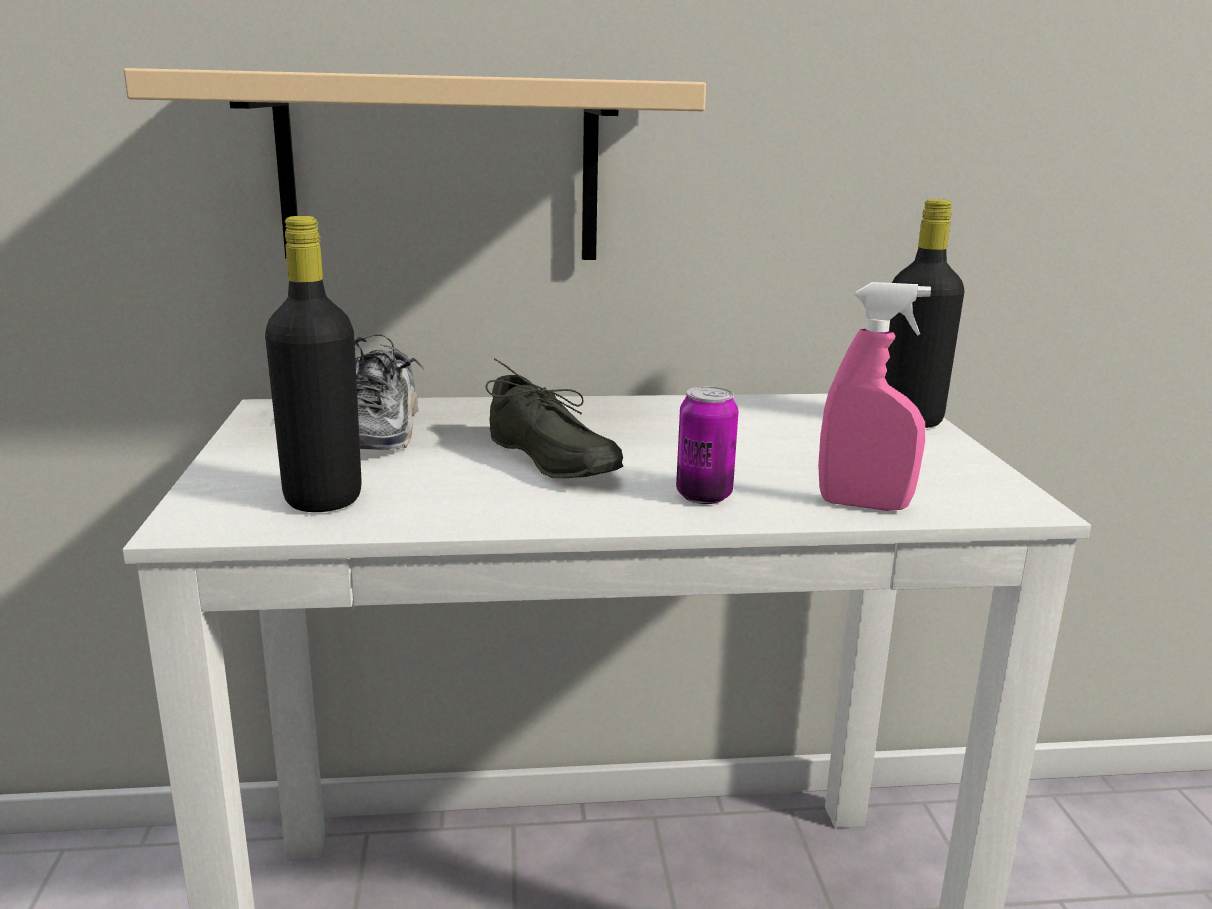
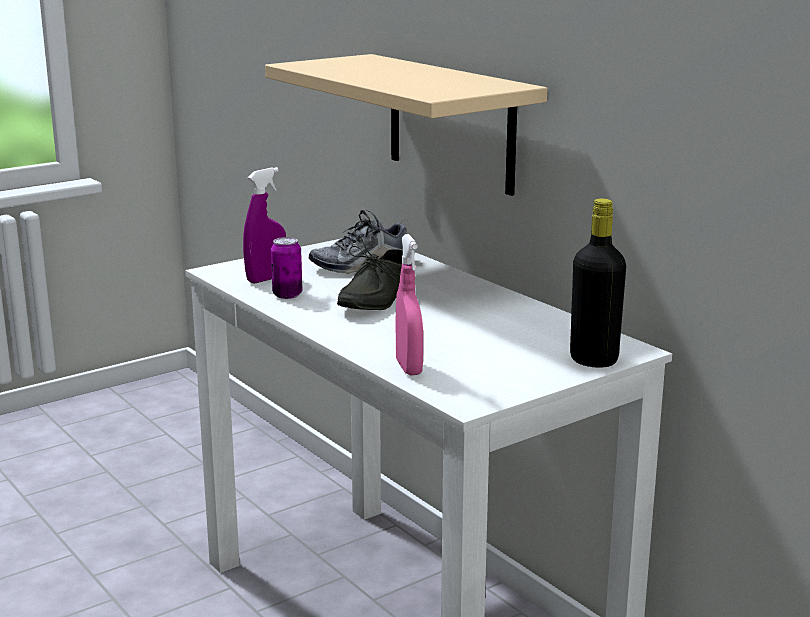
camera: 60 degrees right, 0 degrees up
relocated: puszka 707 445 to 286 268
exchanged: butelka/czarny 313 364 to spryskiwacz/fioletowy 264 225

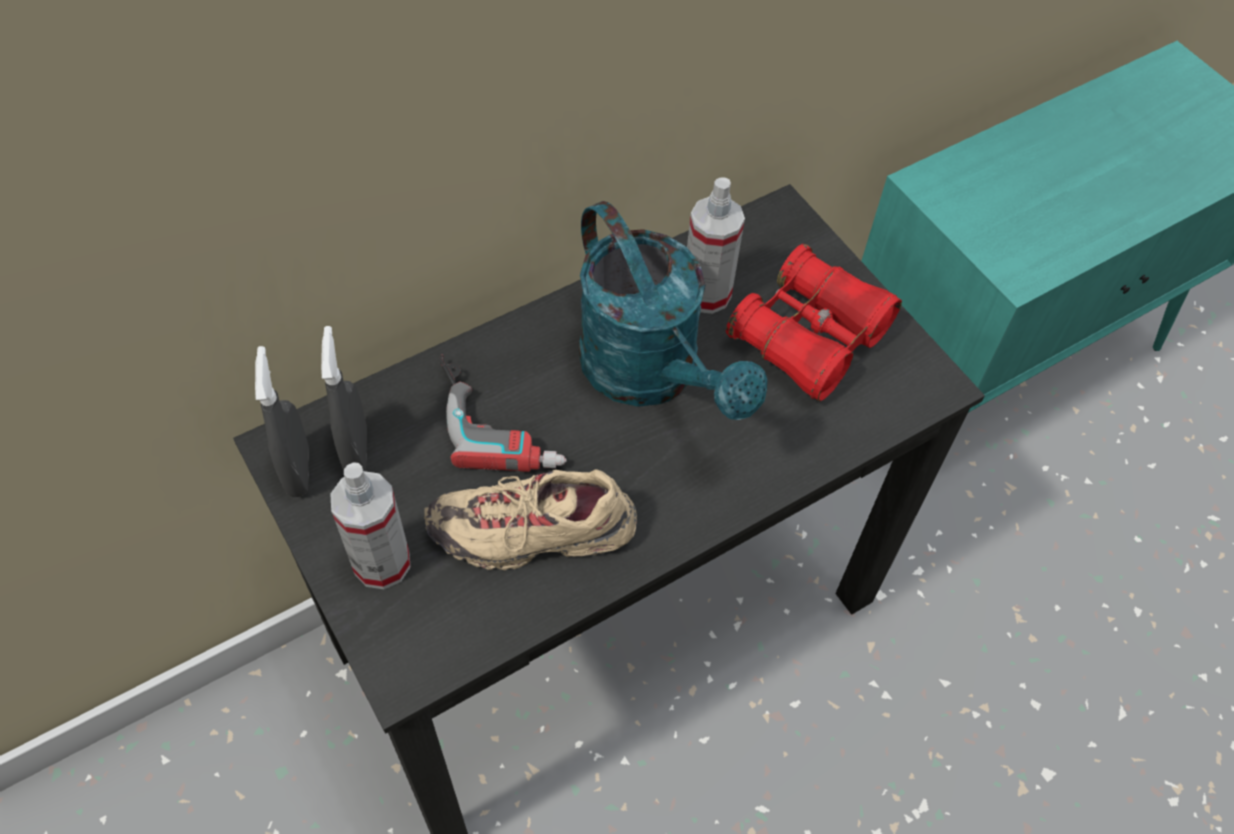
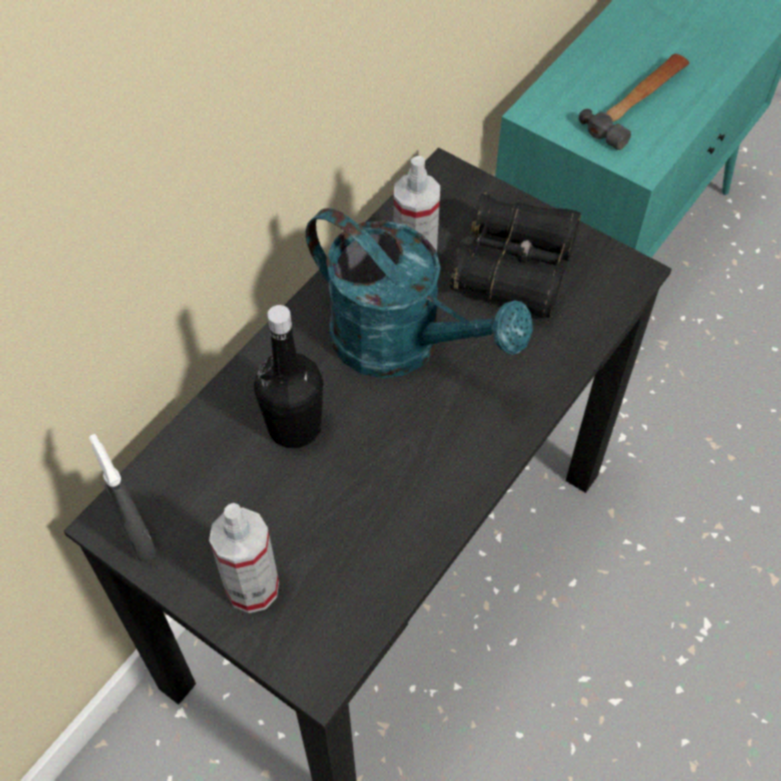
camera: 20 degrees left, 0 degrees up
missing: spryskiwacz/szary 344 398; but/beżowy 530 519
appeared: młotek 634 102
exchanged: wiertarka 503 413 to butelka/czarny 288 376
colour: lornetka/czerwony 814 322 to lornetka/czarny 515 255

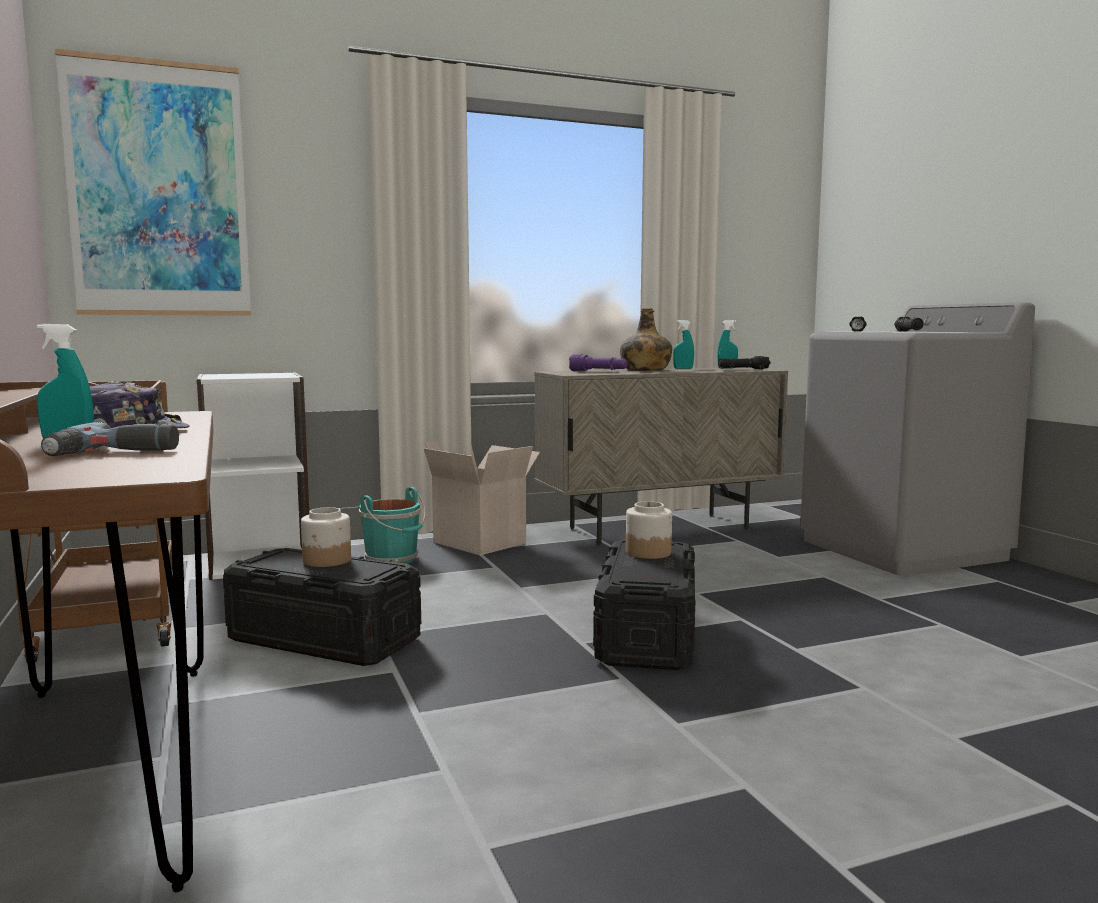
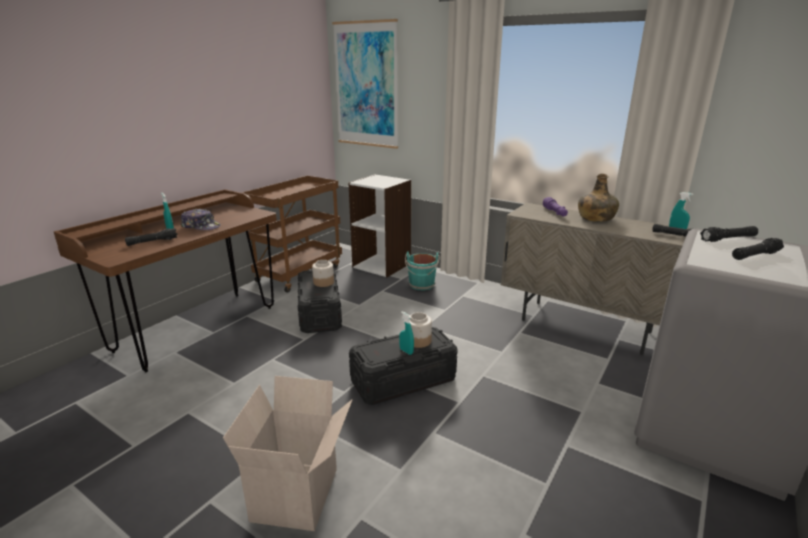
camera: 55 degrees right, 15 degrees up
relocated: karton 481 498 to 288 453; spryskiwacz/turkusowy 683 344 to 406 333
exchanged: wiertarka 110 439 to latarka/czarny 151 237

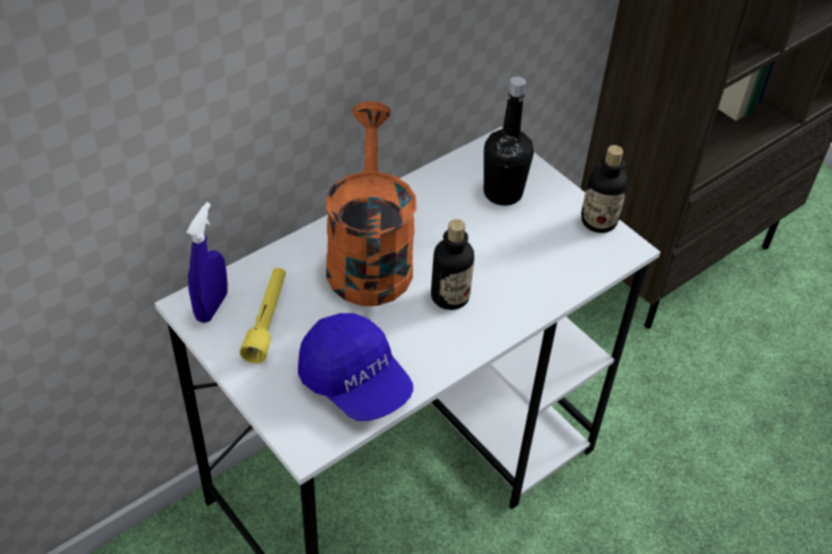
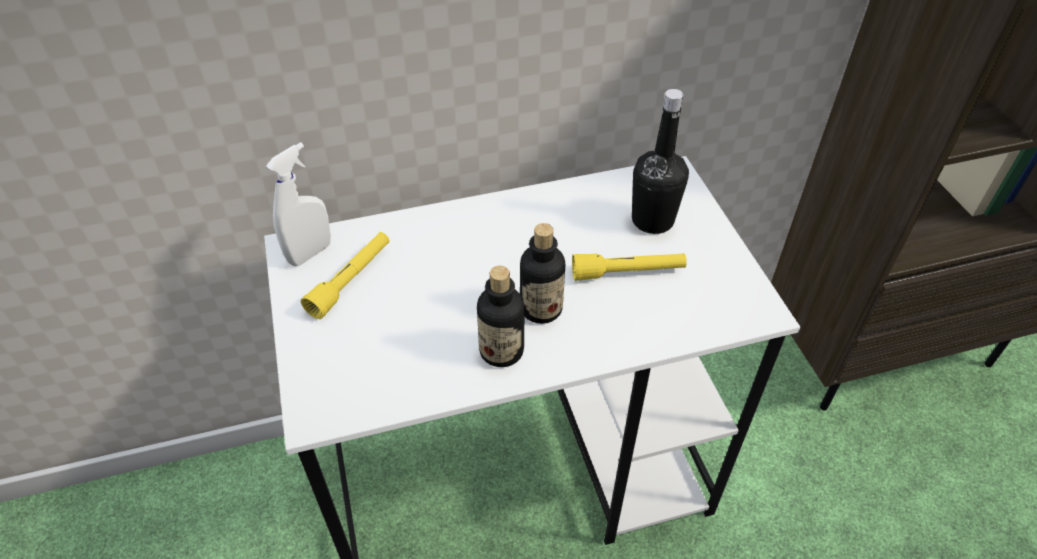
camera: 25 degrees right, 0 degrees up
missing: czapka z daszkiem/niebieski 355 367; konewka/pomarańczowy 371 203
appeared: latarka/żółty 629 267
relocated: butelka 604 189 to 500 316
colour: spryskiwacz/niebieski 207 262 to spryskiwacz/biały 298 204

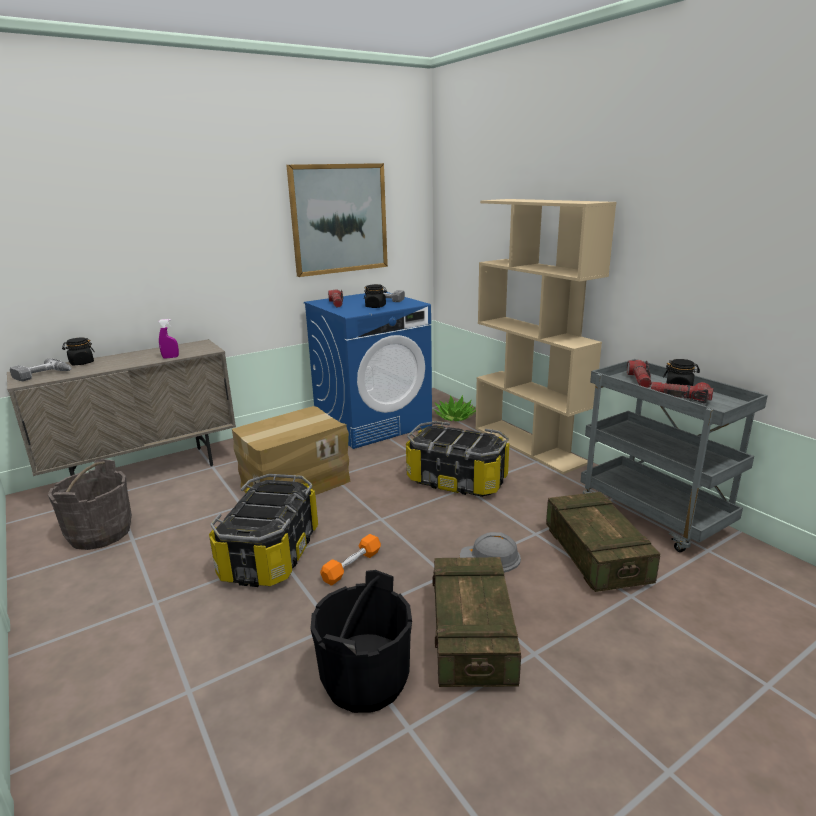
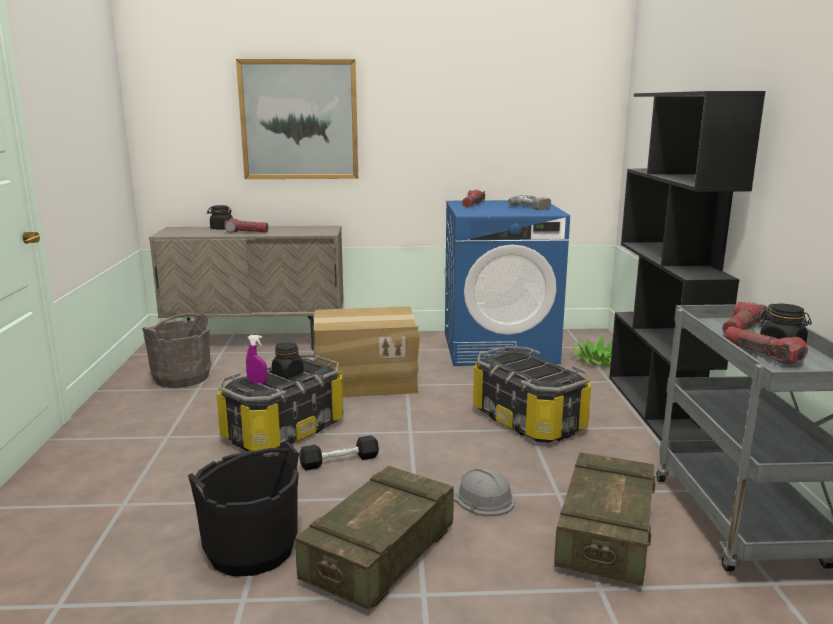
camera: 30 degrees right, 5 degrees down
missing: wiertarka 41 369
appeared: latarka 246 225
relocated: obraz 337 220 to 297 119; spryskiwacz/fioletowy 169 339 to 256 359; słoik/czarny 375 296 to 288 360
colour: hantel/pomarańczowy 350 560 to hantel/czarny 339 452; regał/beżowy 546 336 to regał/czarny 687 266

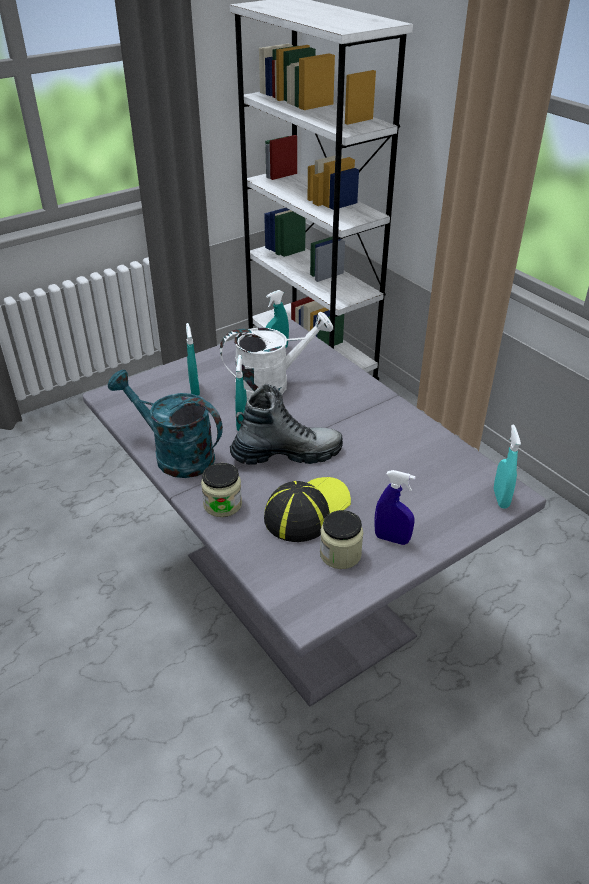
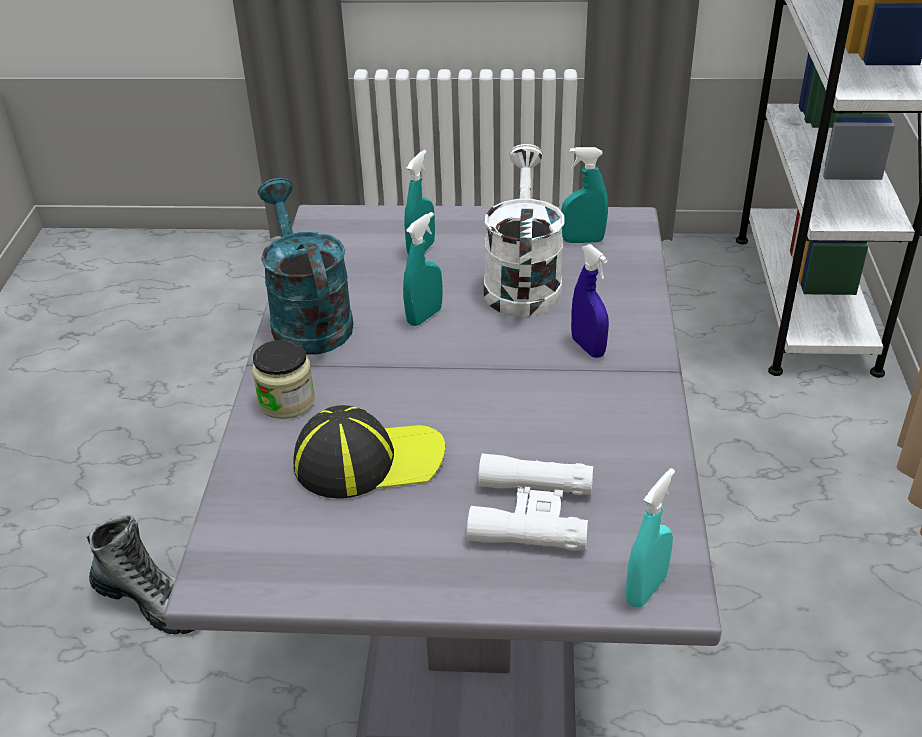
camera: 40 degrees right, 0 degrees up
missing: słoik 341 539
appeared: lornetka/biały 530 502
relocated: but z cholewką 286 424 to 140 575; spryskiwacz/niebieski 395 507 to 590 301
spun: konewka/biały 276 355 = 524 230 105 degrees counterclockwise

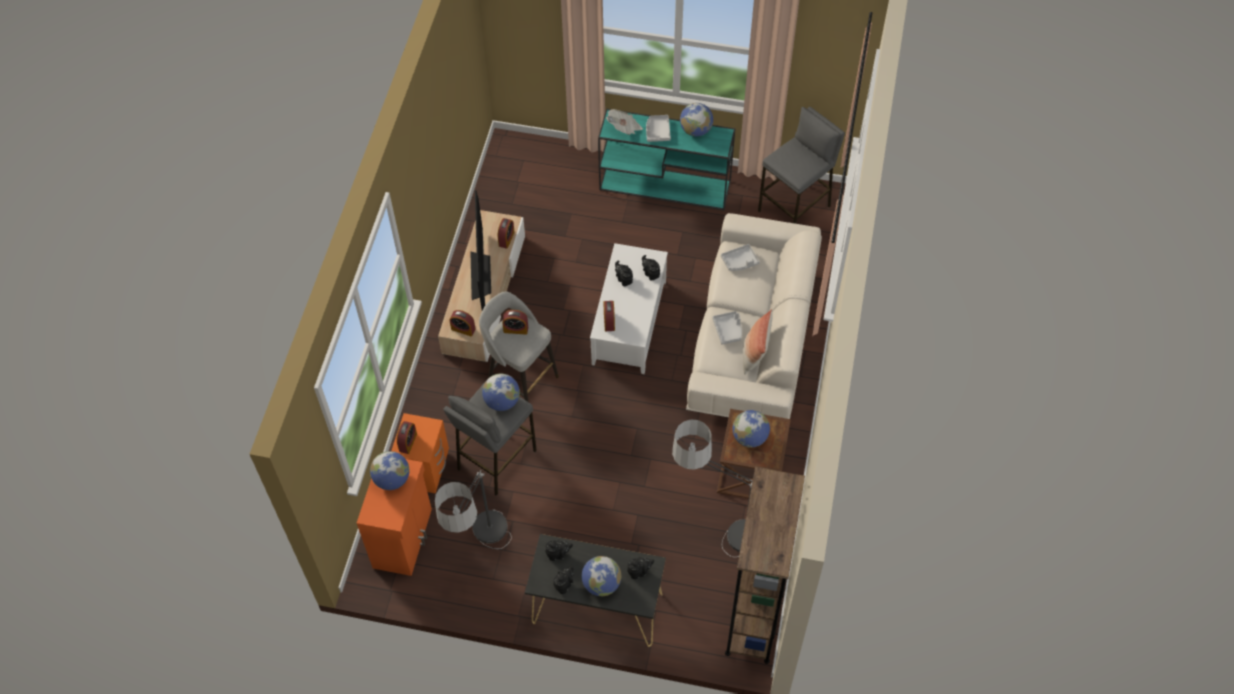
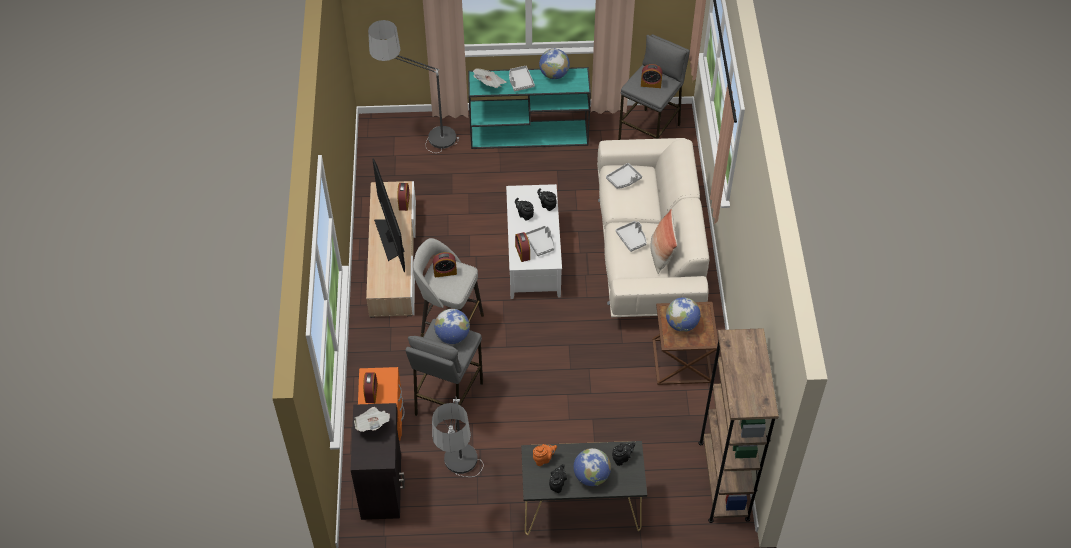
camera: 15 degrees left, 5 degrees down
appeared: taca/szary 540 241
relocated: lampa stojąca 712 488 to 413 86; budzik 463 323 to 651 76
exchanged: globus 389 470 to gazeta 372 419
colour: szafka/pomarańczowy 394 517 to szafka/czarny 378 461; imbryk/czarny 559 550 to imbryk/pomarańczowy 545 455

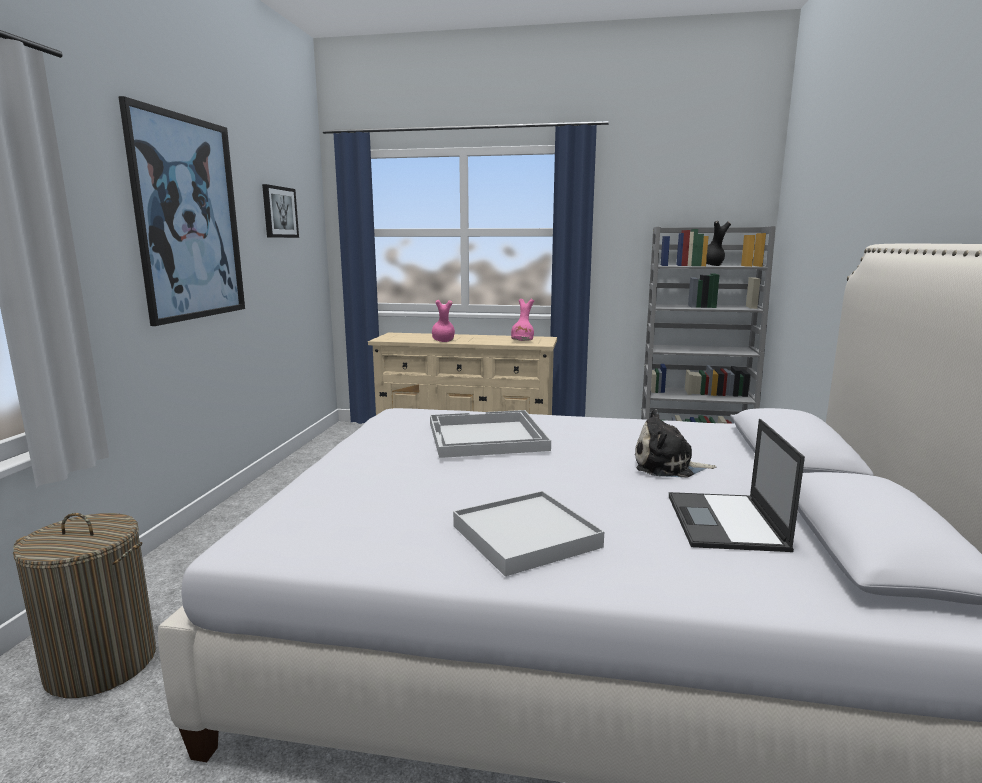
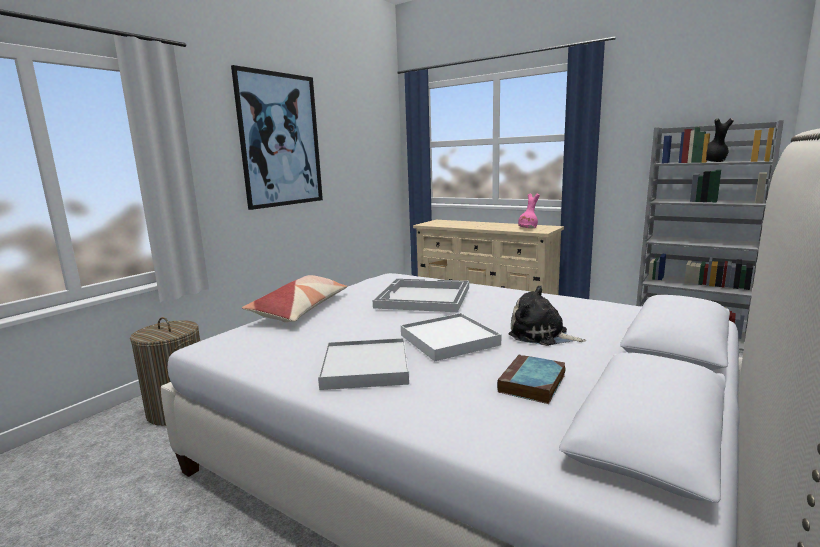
camera: 25 degrees right, 0 degrees up
missing: obraz 280 211; wazon/różowy 443 321
appeared: poduszka 294 298; taca/biały 451 337
exchanged: laptop 737 485 to książka 531 379

